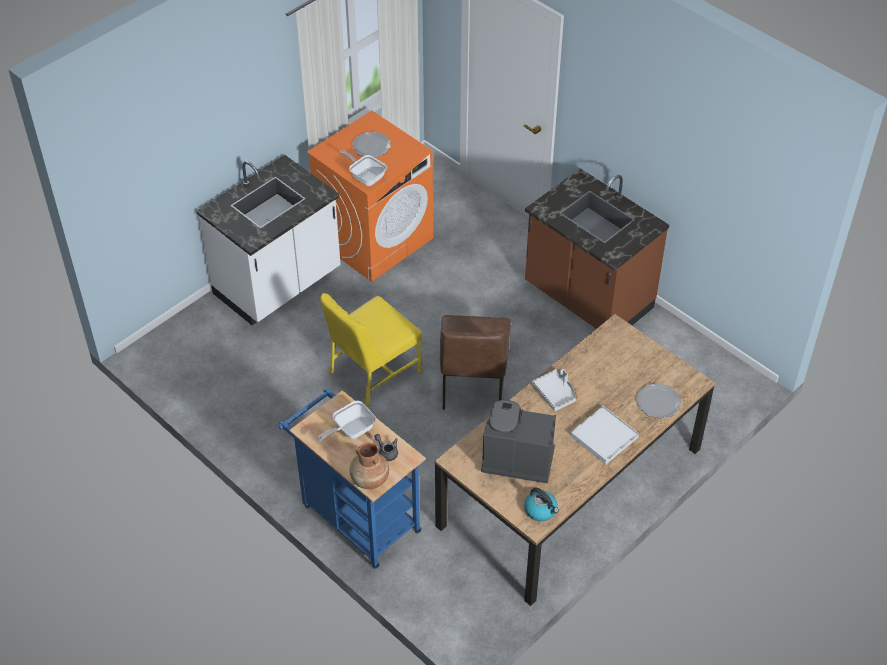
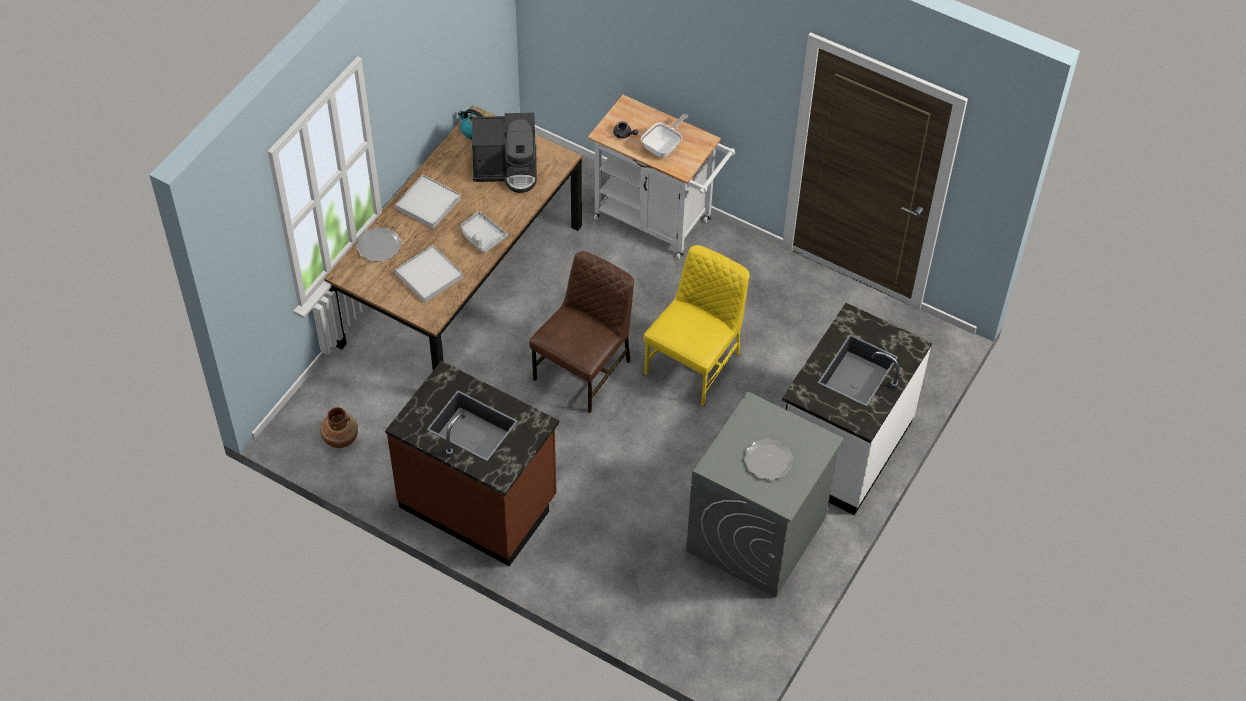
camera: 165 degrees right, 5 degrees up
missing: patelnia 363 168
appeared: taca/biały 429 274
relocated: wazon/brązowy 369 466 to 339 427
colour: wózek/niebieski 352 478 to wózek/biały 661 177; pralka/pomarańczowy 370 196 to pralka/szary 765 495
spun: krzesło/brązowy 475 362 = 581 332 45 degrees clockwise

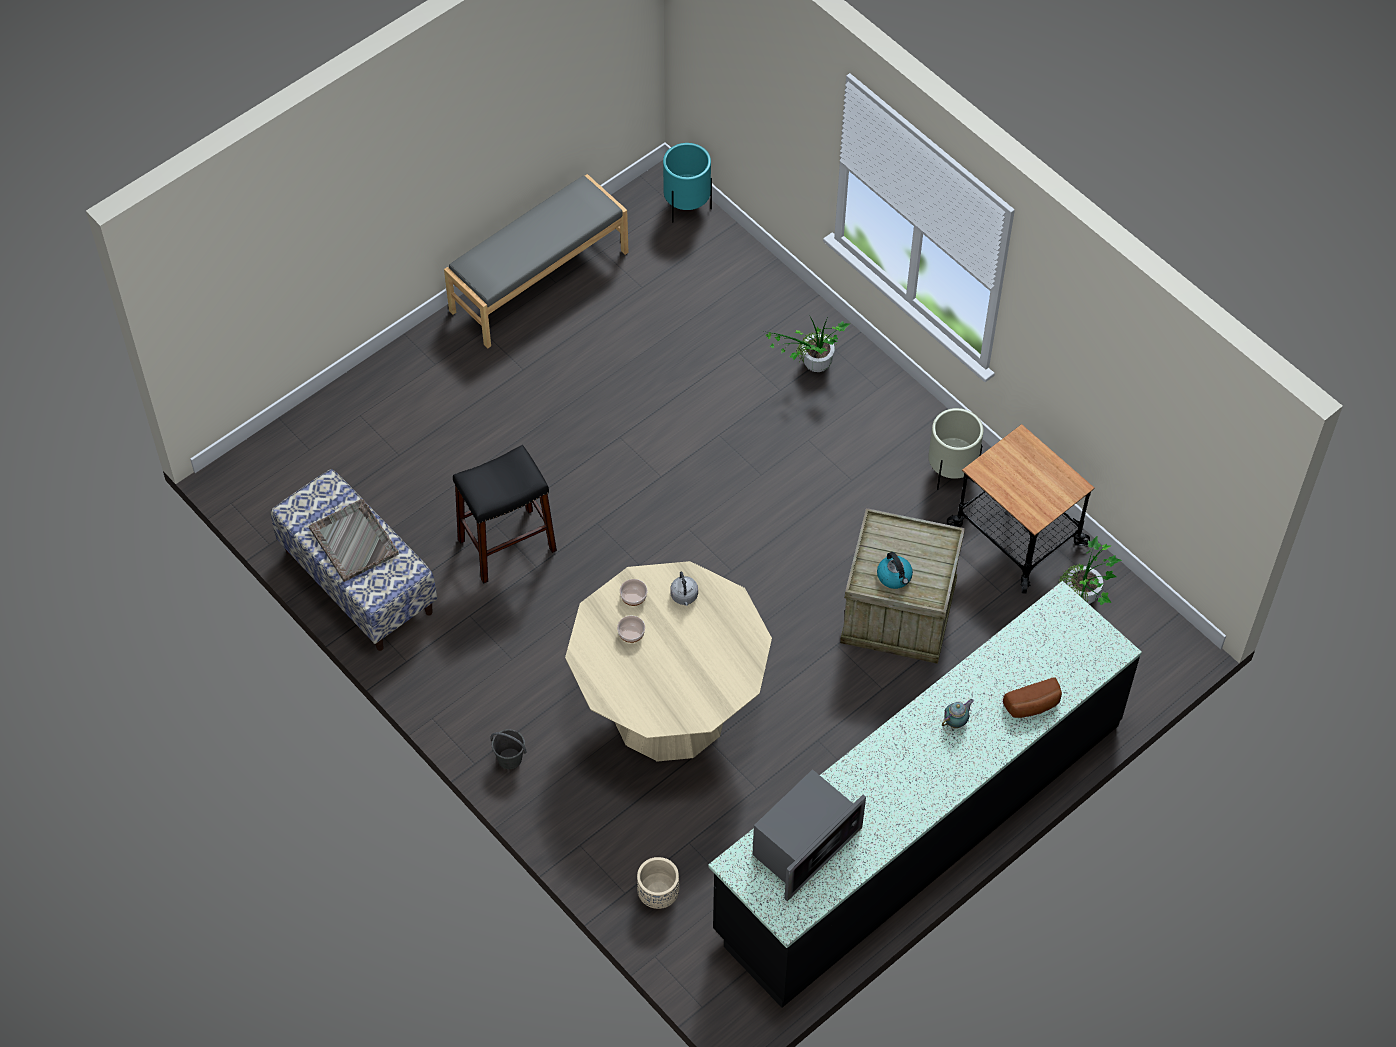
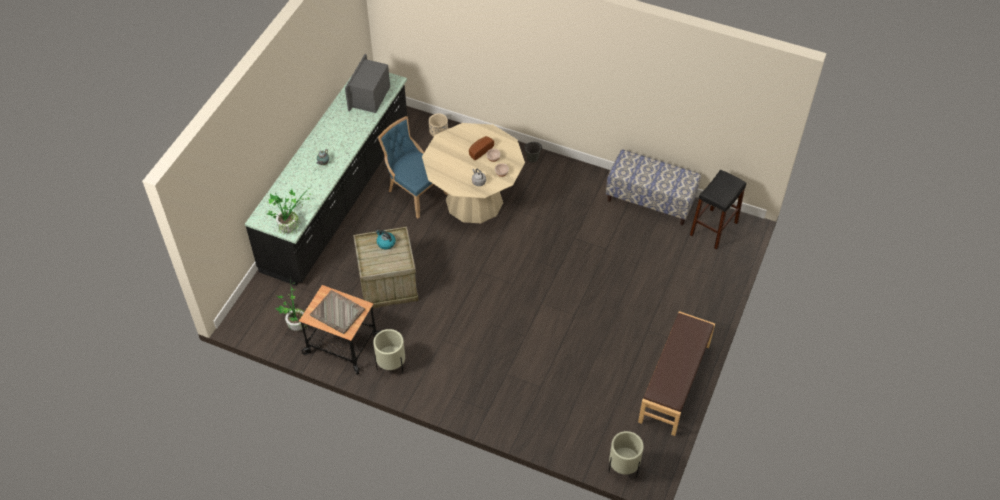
camera: 155 degrees right, 5 degrees down
appeared: krzesło/niebieski 413 167
relocated: roślina doniczkowa 807 344 to 289 209; taca/szary 354 540 to 337 312; chleb 1032 697 to 481 148; stołek/czarny 505 514 to 718 210
colour: donica/turkusowy 687 182 to donica/beżowy 626 454; ławka/szary 536 261 to ławka/brązowy 676 373

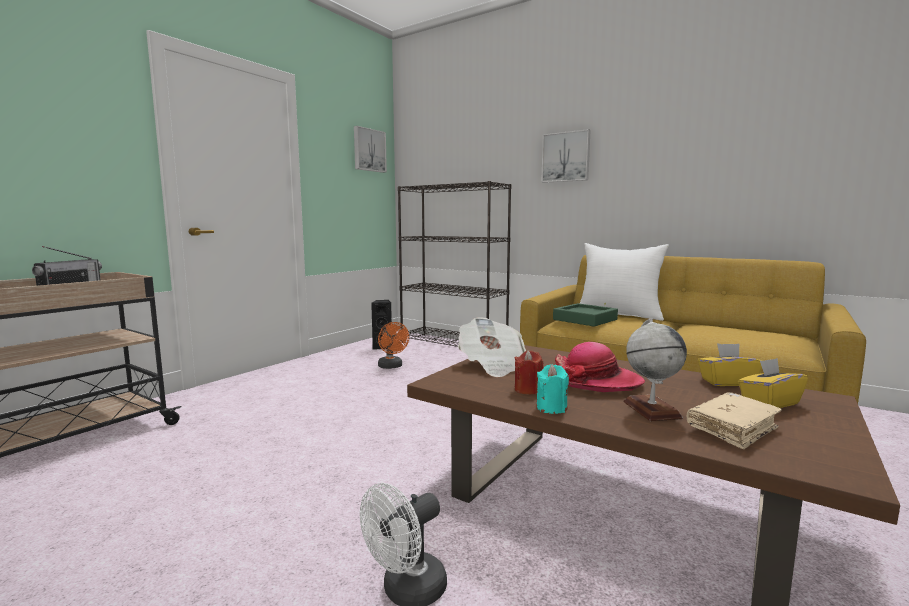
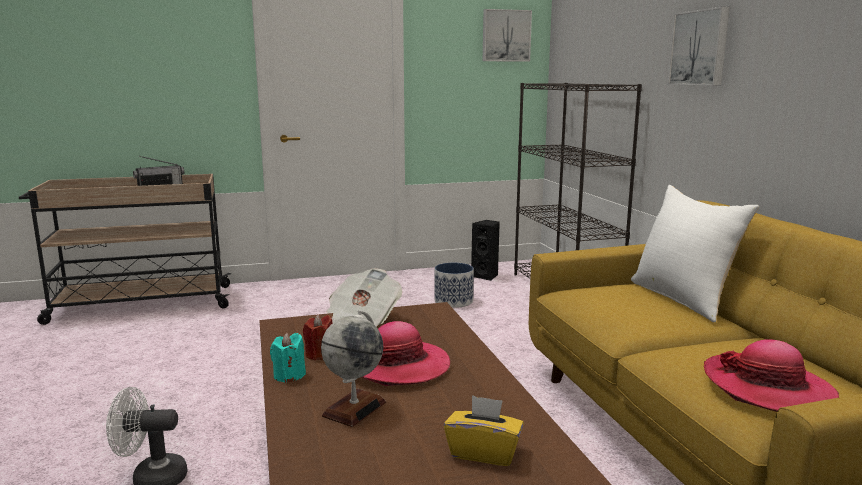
camera: 40 degrees right, 5 degrees up
missing: taca/zielony 585 315; książka/beżowy 734 420; pudełko chusteczek/żółty 730 364
appeared: kapelusz 771 375
exchanged: wentylator/pomarańczowy 393 345 to donica 454 285

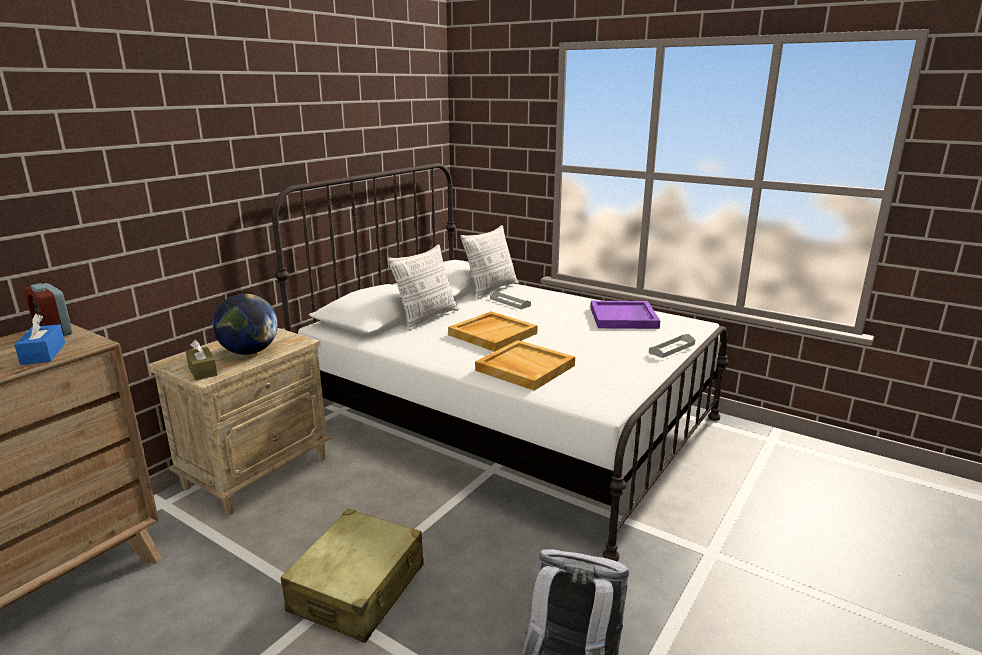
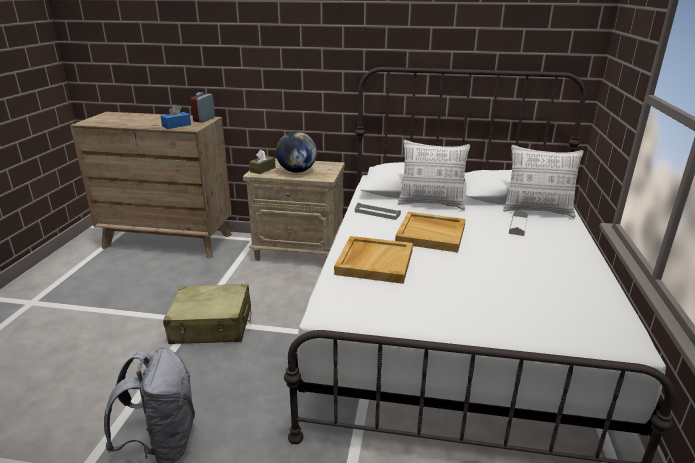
camera: 65 degrees right, 5 degrees up
missing: taca/fioletowy 625 315
relocated: taca/szary 672 346 to 378 211

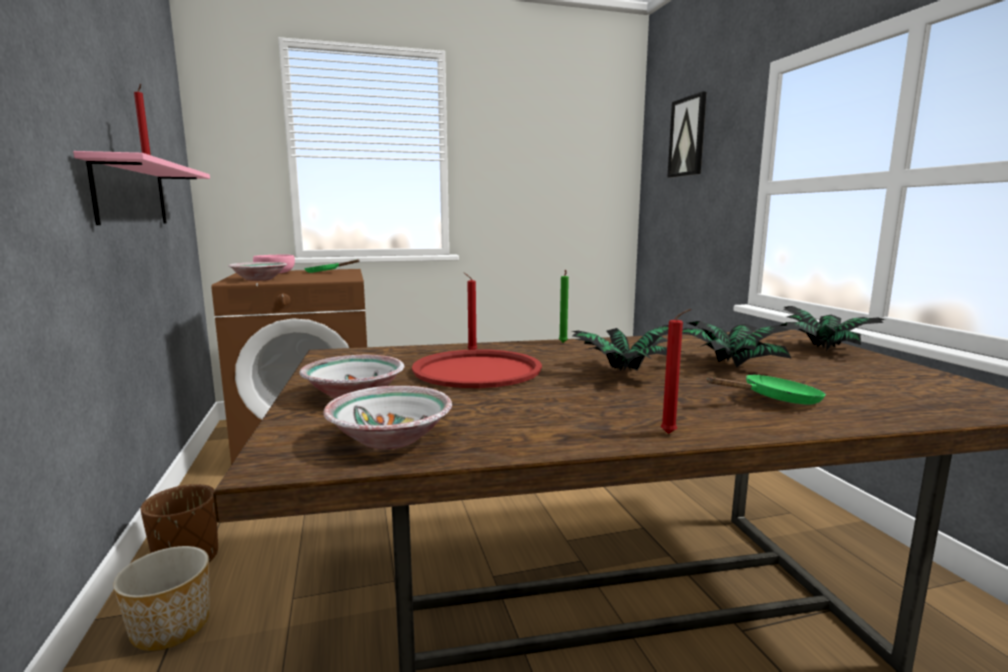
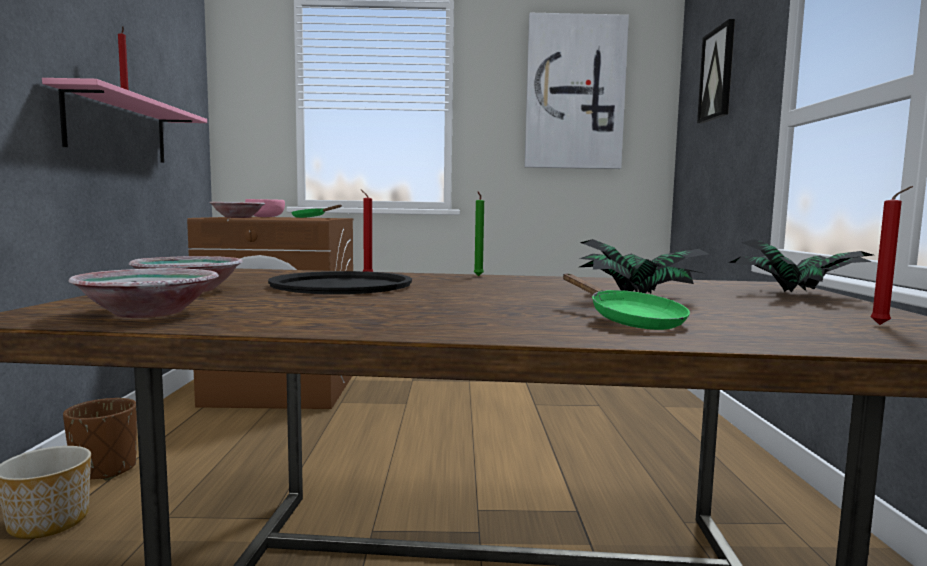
camera: 15 degrees right, 5 degrees down
missing: roślina doniczkowa 627 348
appeared: obraz 577 91
relocated: świeca/czerwony 676 371 to 891 255
colour: taca/czerwony 477 368 to taca/czarny 340 282
spun: patelnia/zielony 766 390 = 626 301 60 degrees clockwise

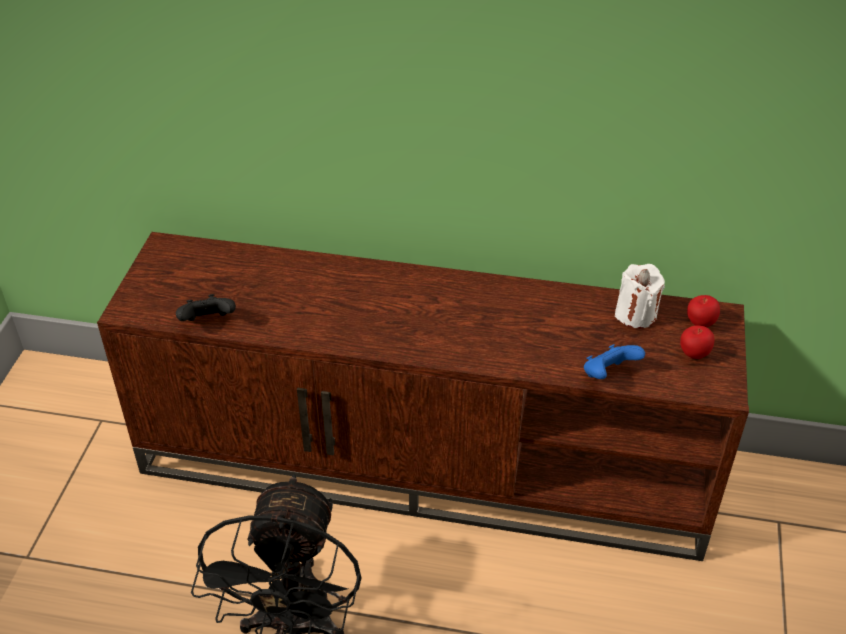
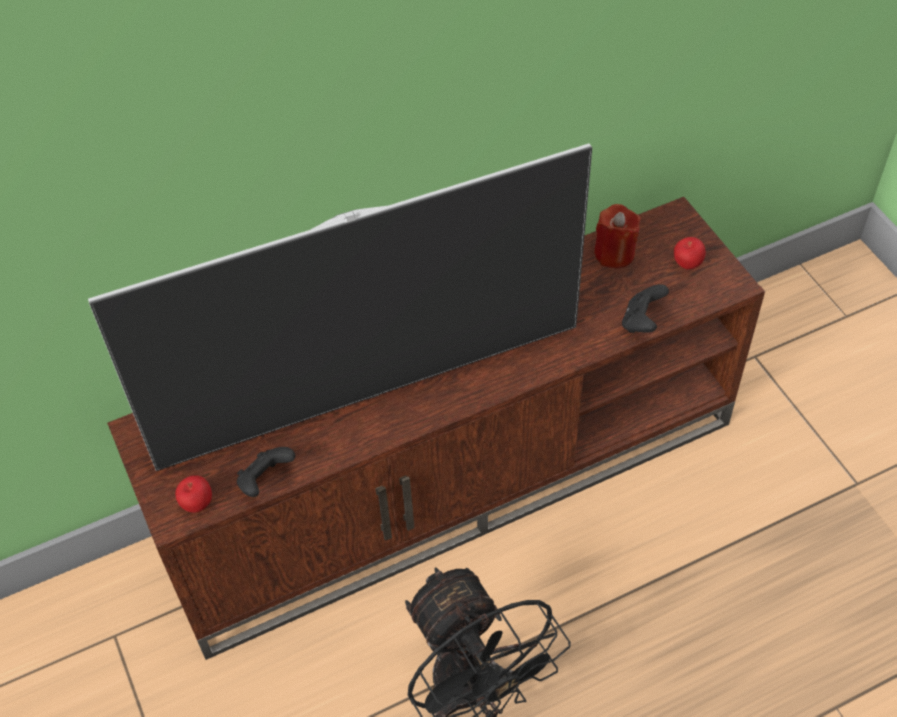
camera: 35 degrees left, 10 degrees up
appeared: telewizor 340 307
relocated: jabłko 703 311 to 193 494
colour: świeca/biały 640 296 to świeca/czerwony 617 236; pad do gier/niebieski 614 361 to pad do gier/czarny 645 308

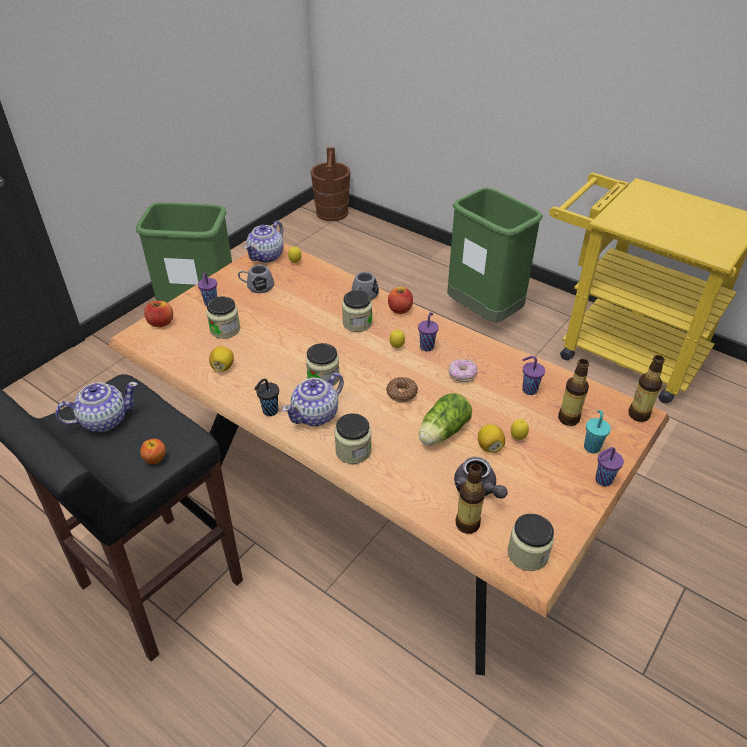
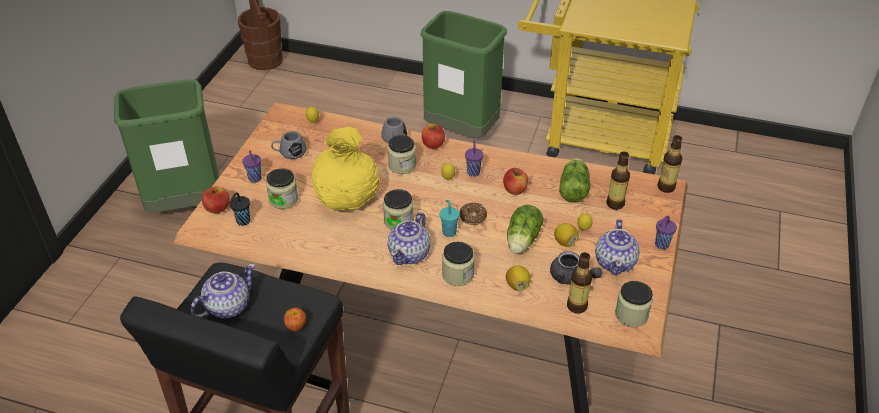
camera: 20 degrees left, 0 degrees up
appeared: wazon/żółty 345 169
relocated: filiżanka/czarny 266 397 to 239 209; filiżanka/turkusowy 597 431 to 450 218; cytryna 221 359 to 518 278; imbryk 264 242 to 617 247
exchanged: donut 462 370 to jabłko 515 181; filiżanka/fioletowy 533 375 to sałata 574 180

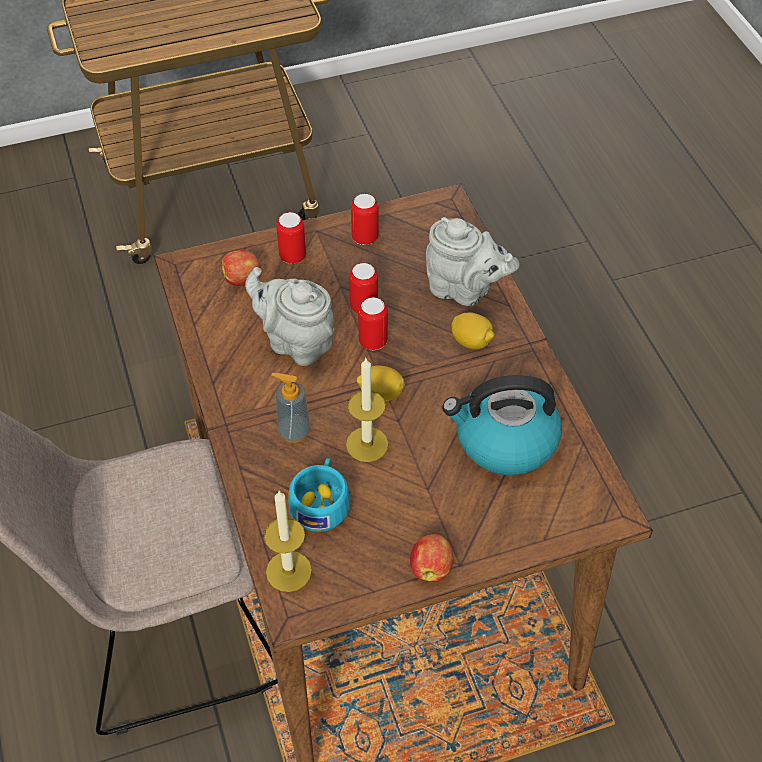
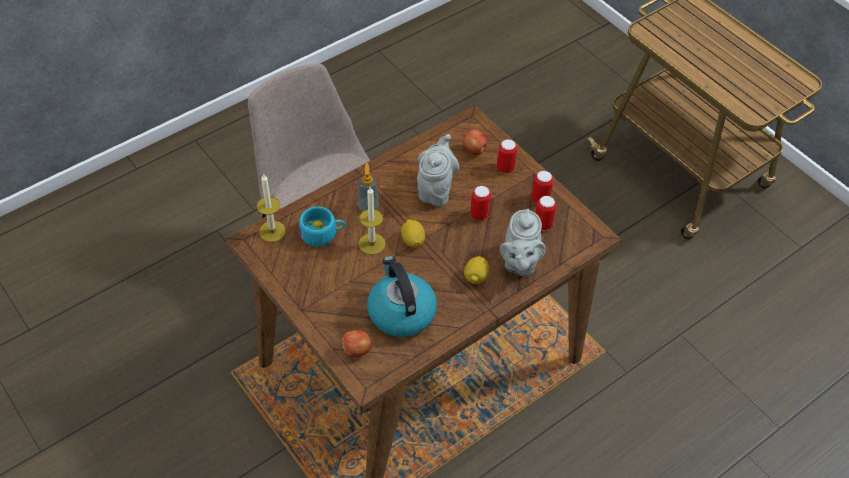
camera: 70 degrees right, 0 degrees up
relocated: jabłko 431 558 to 357 343; puszka 373 323 to 545 213

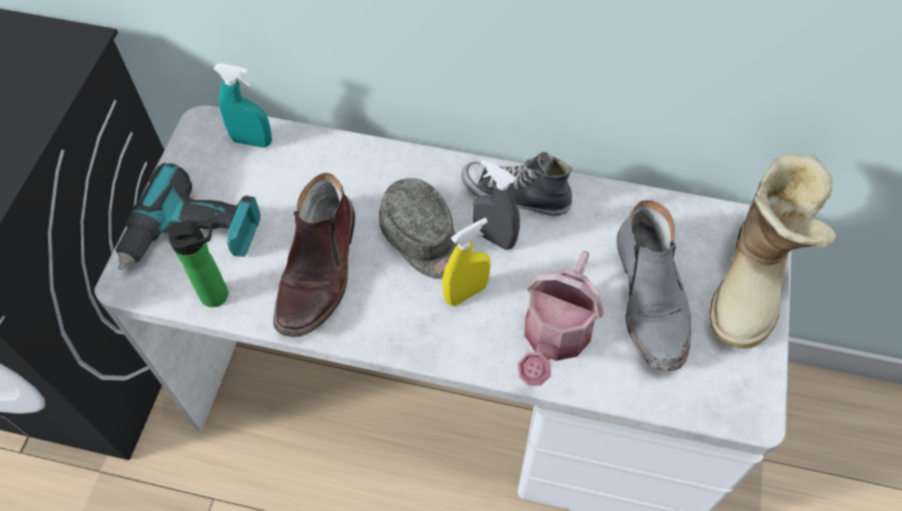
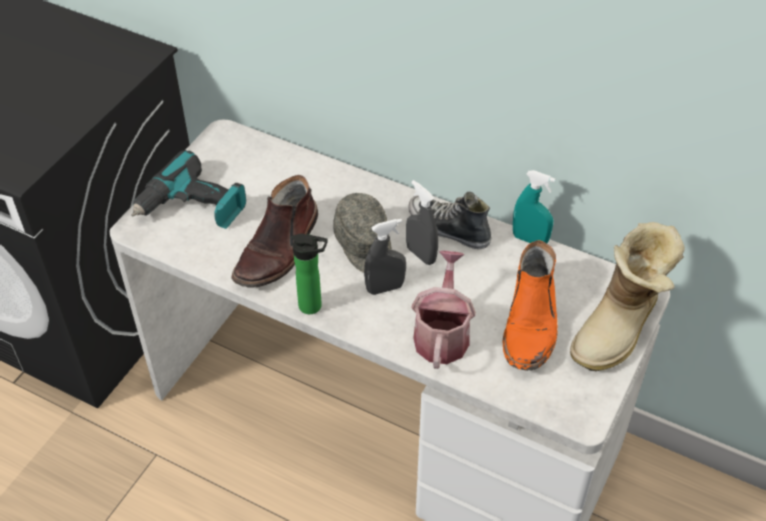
camera: 15 degrees right, 10 degrees down
relocated: butelka 196 263 to 310 273; spryskiwacz/turkusowy 243 105 to 534 206
colour: spryskiwacz/żółty 466 262 to spryskiwacz/szary 385 257; but z cholewką/szary 653 285 to but z cholewką/pomarańczowy 530 305
spun: konewka 560 318 = 443 310 150 degrees clockwise

